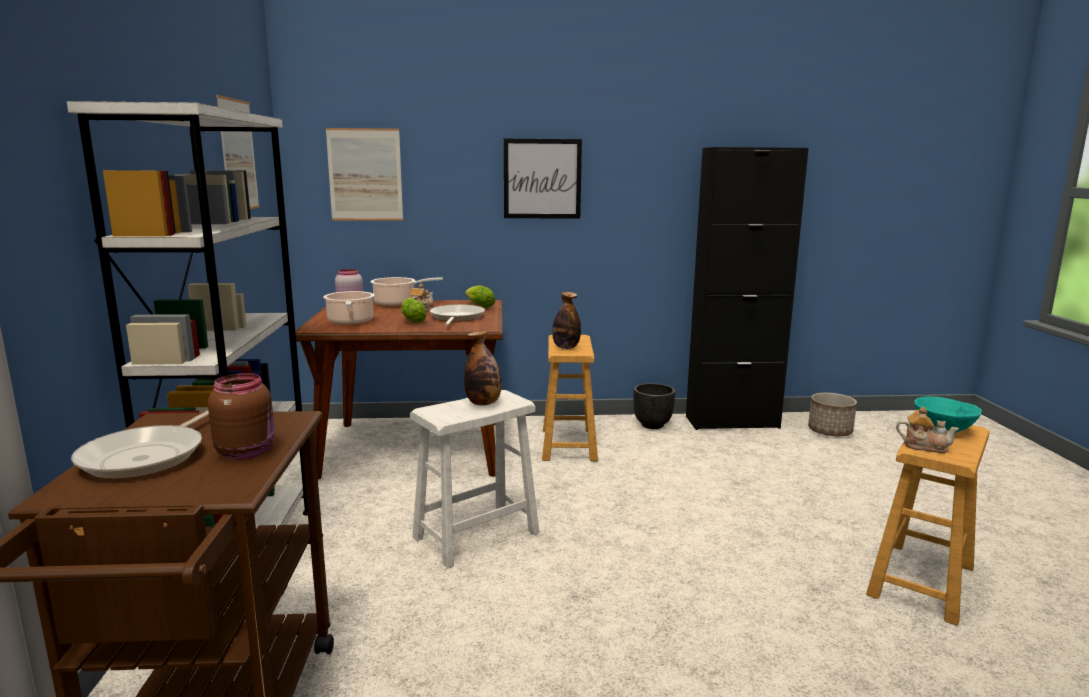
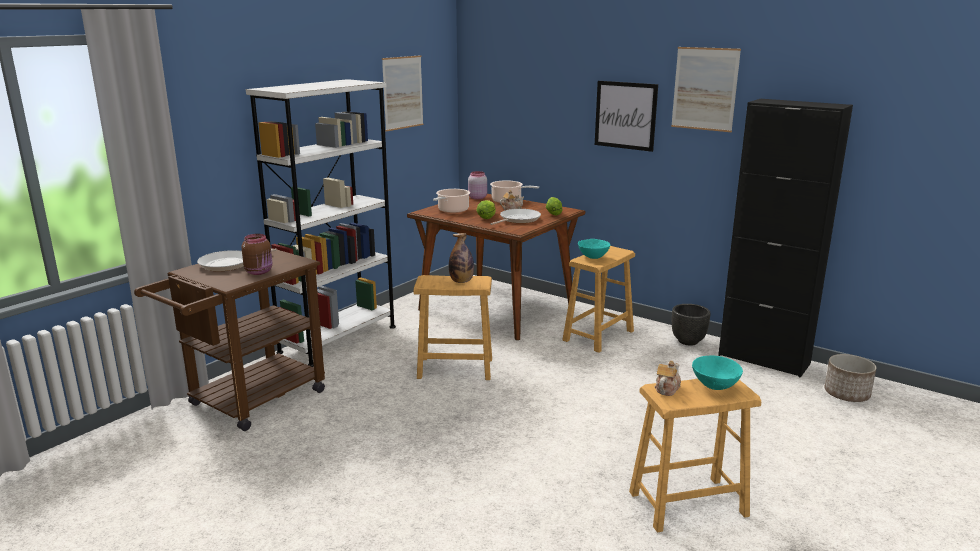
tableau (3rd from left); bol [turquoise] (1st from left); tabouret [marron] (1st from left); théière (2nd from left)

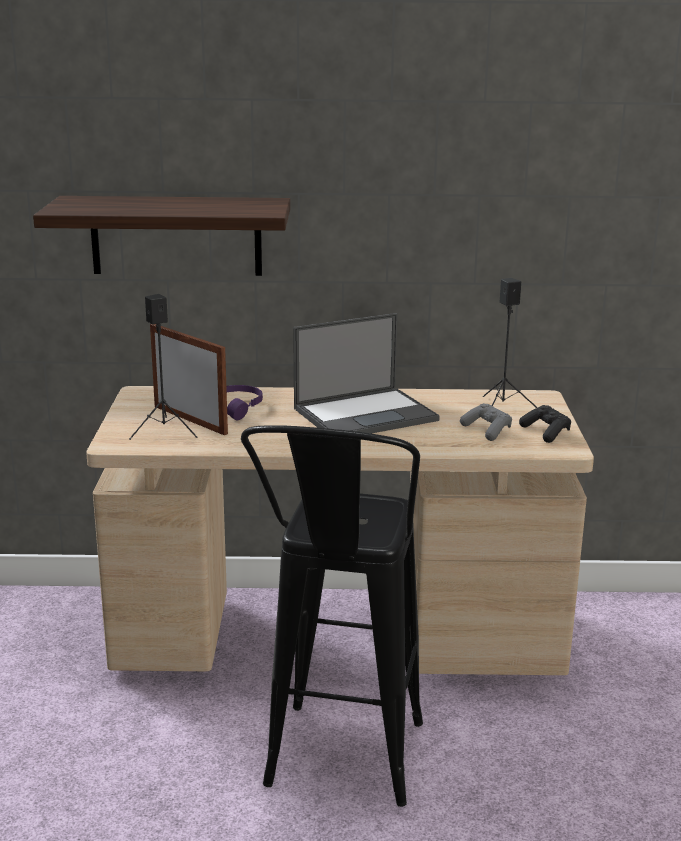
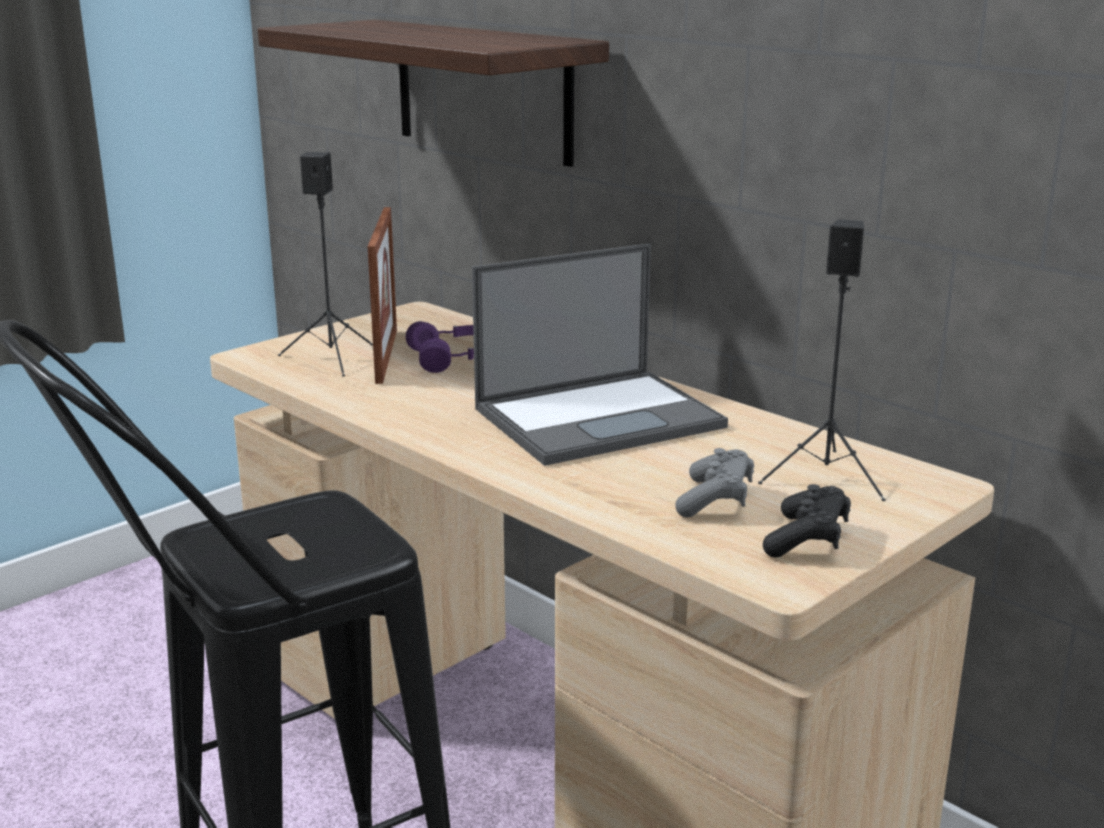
ordinateur portable

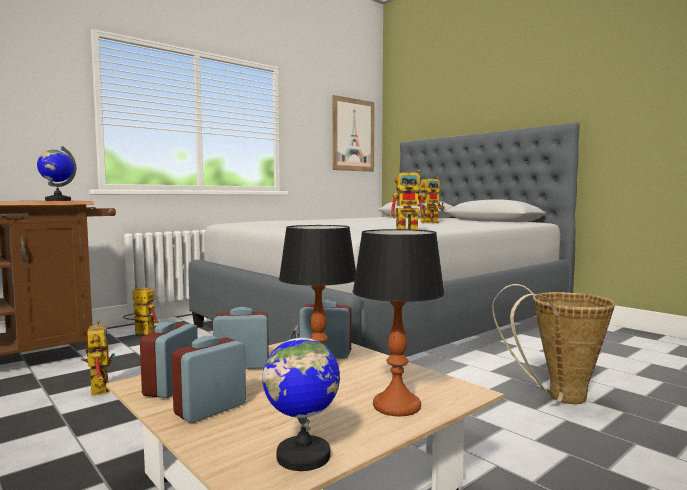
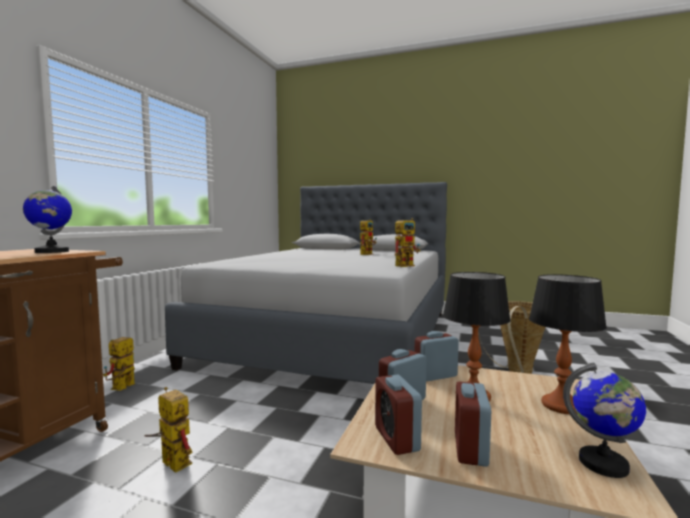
tableau; robot jouet (1st from left)

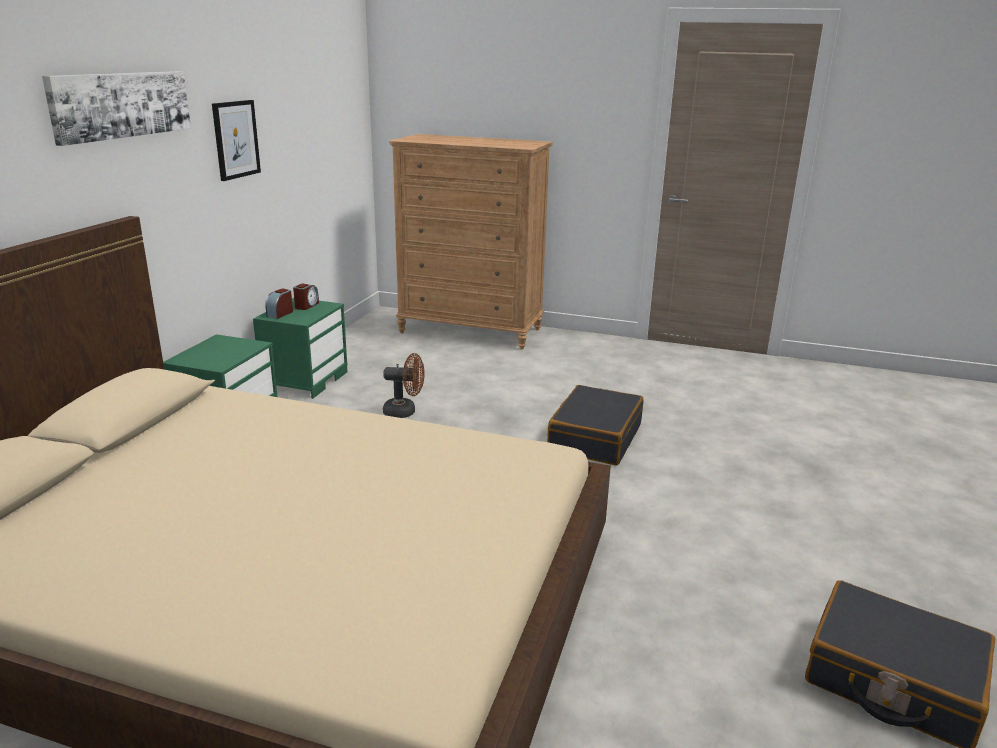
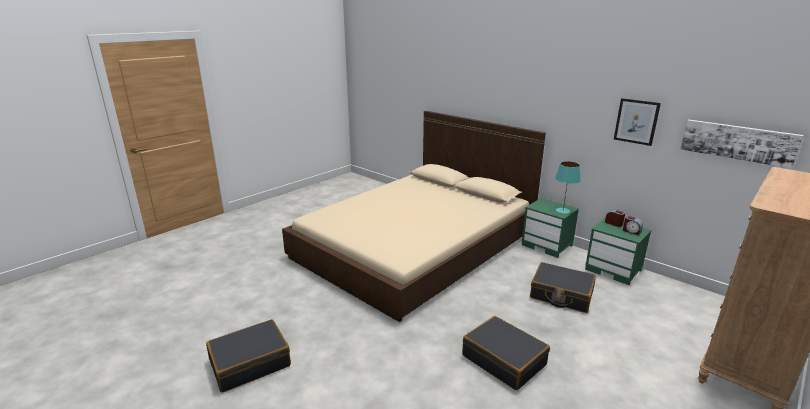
tableau (2nd from left); valise [noir] (3rd from left); lampe de table [turquoise]

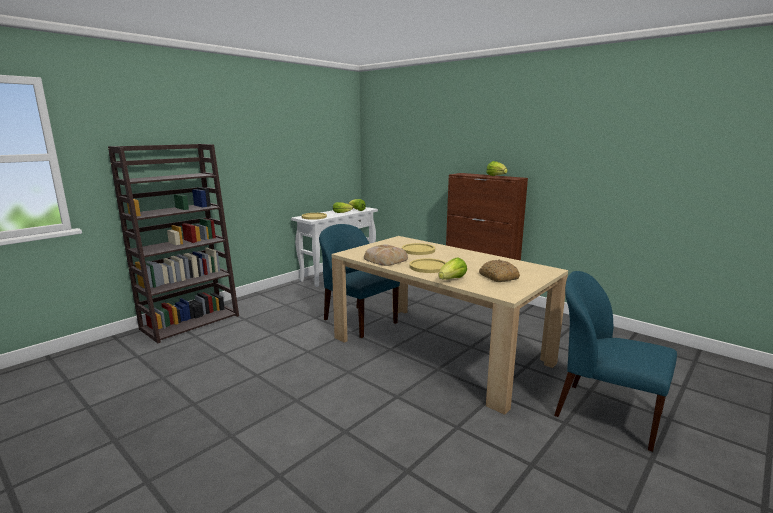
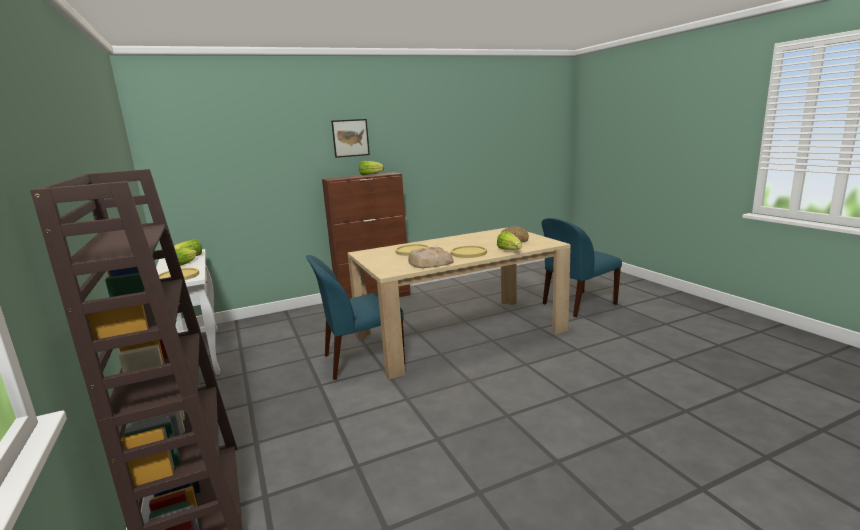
tableau

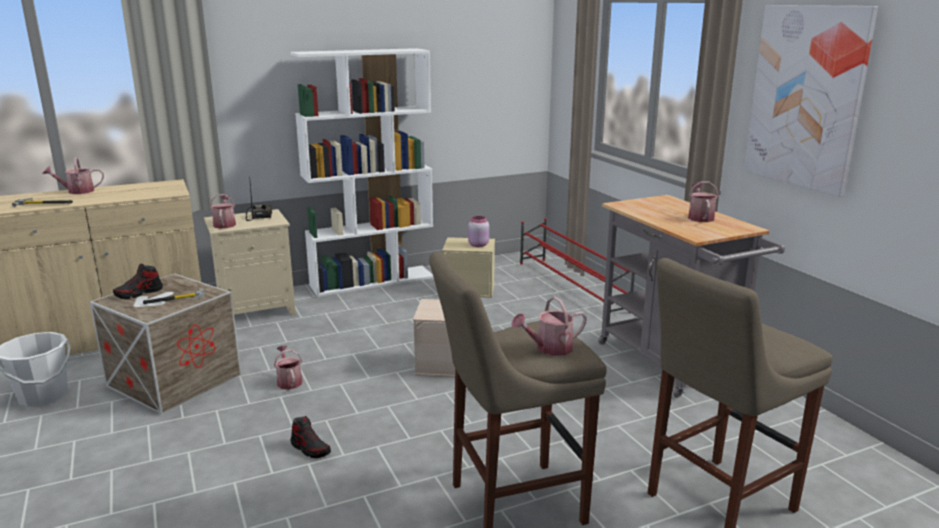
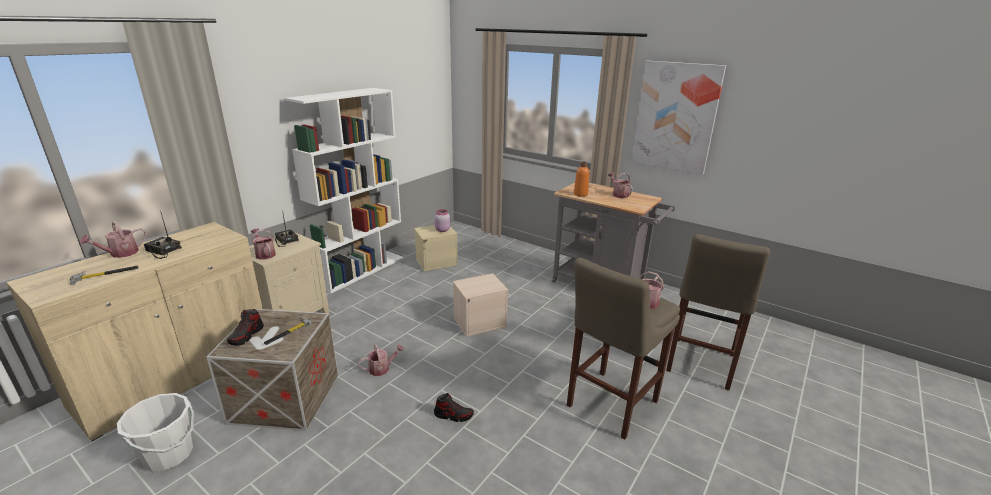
étagère à chaussures [rouge]; arrosoir (3rd from left); bouteille [orange]; radio (1st from left)

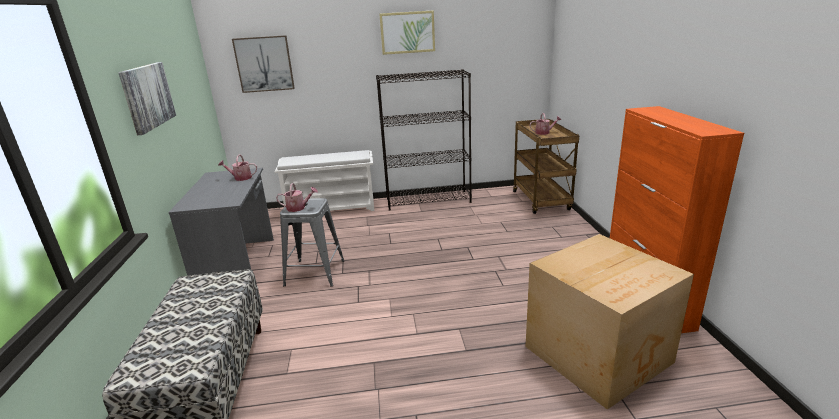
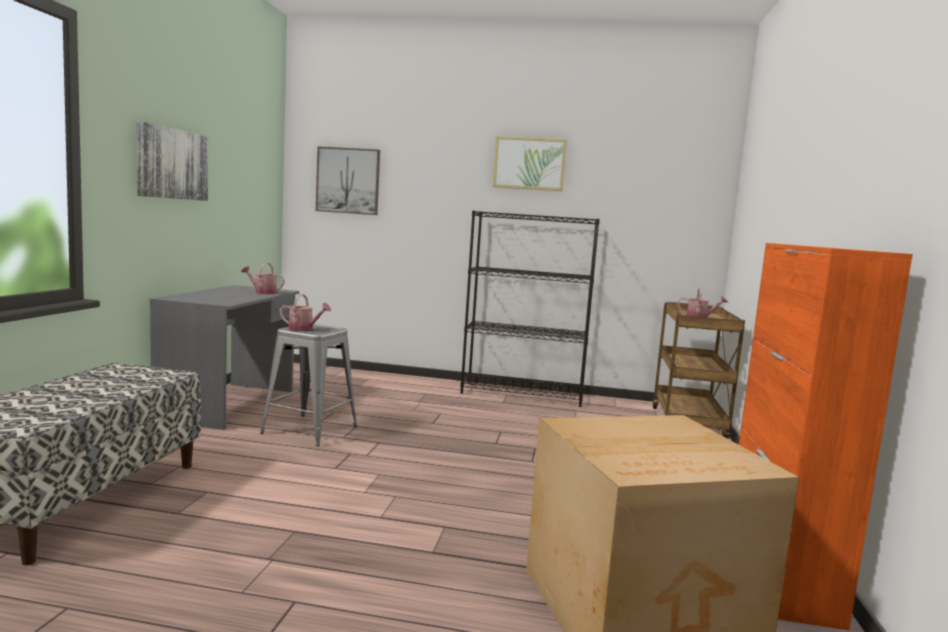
étagère à chaussures [blanc]

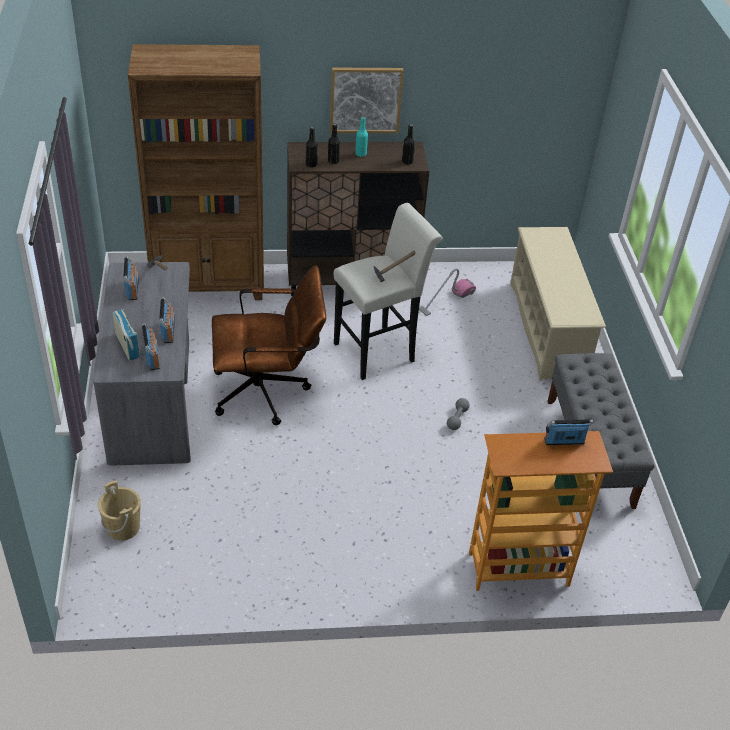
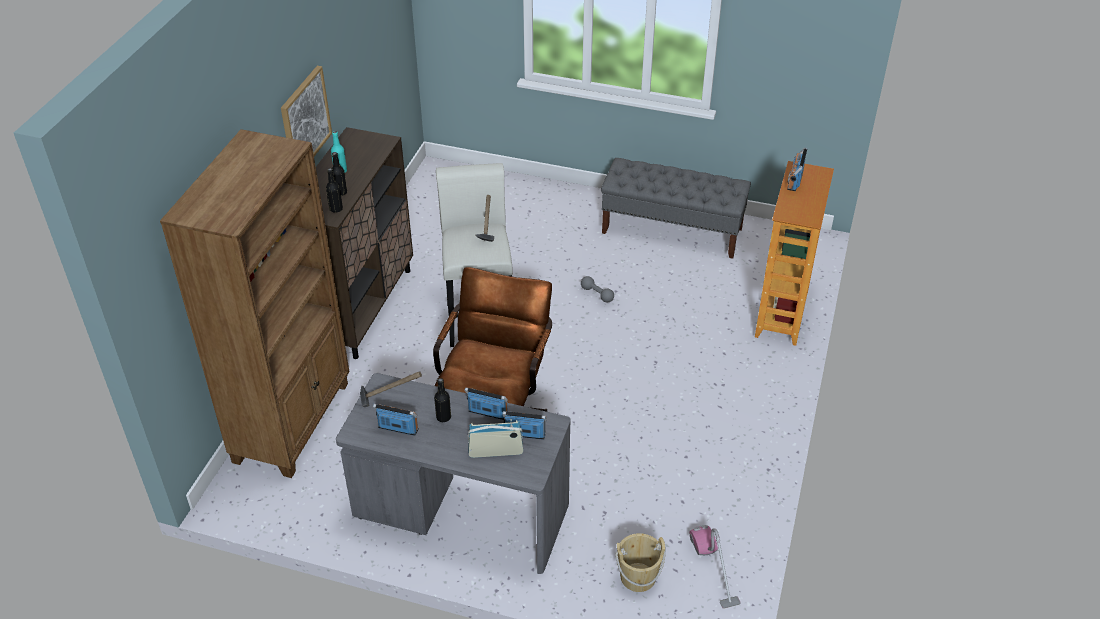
bouteille [noir] (3rd from left); étagère à chaussures [beige]; aspirateur

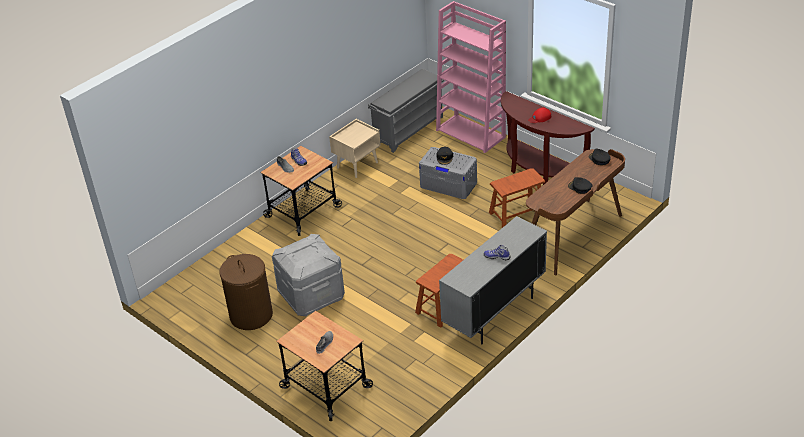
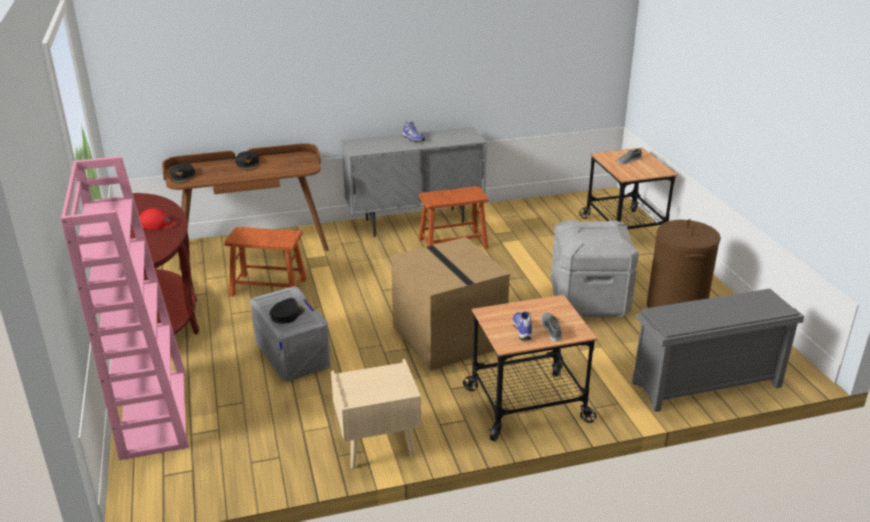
étagère à chaussures [gris]; carton

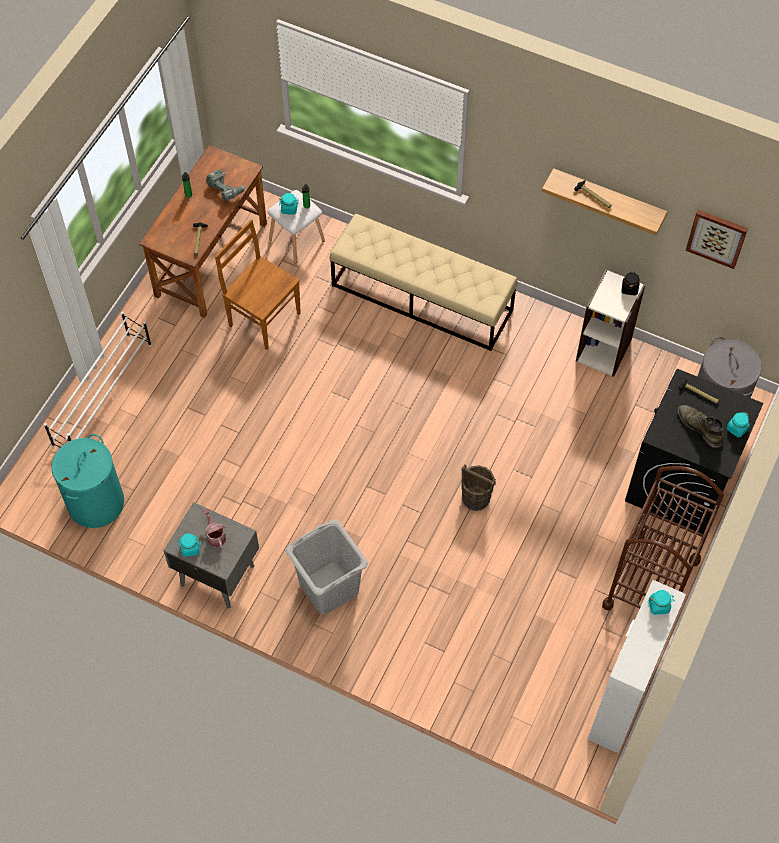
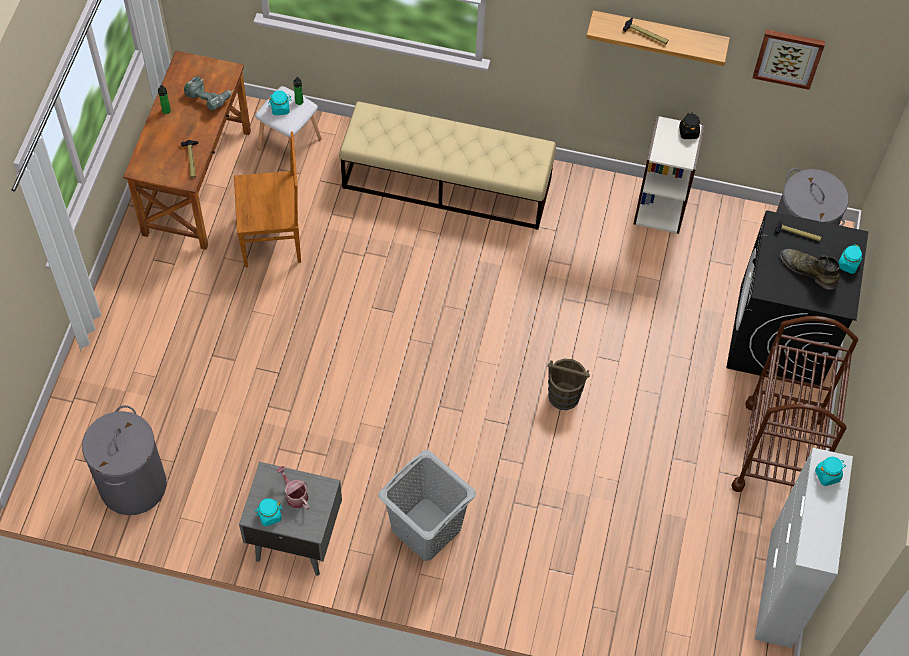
chaise [marron]; étagère à chaussures [blanc]; panier à linge [gris] (1st from left)

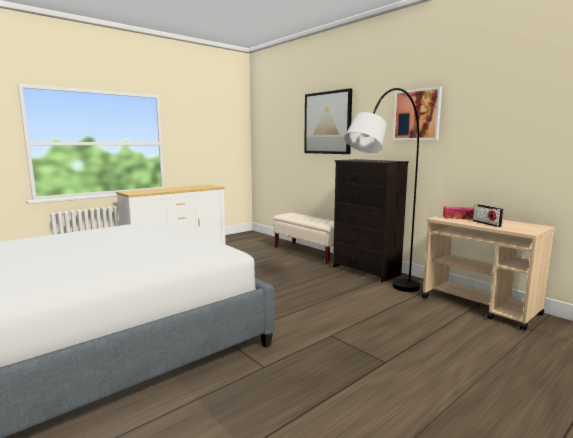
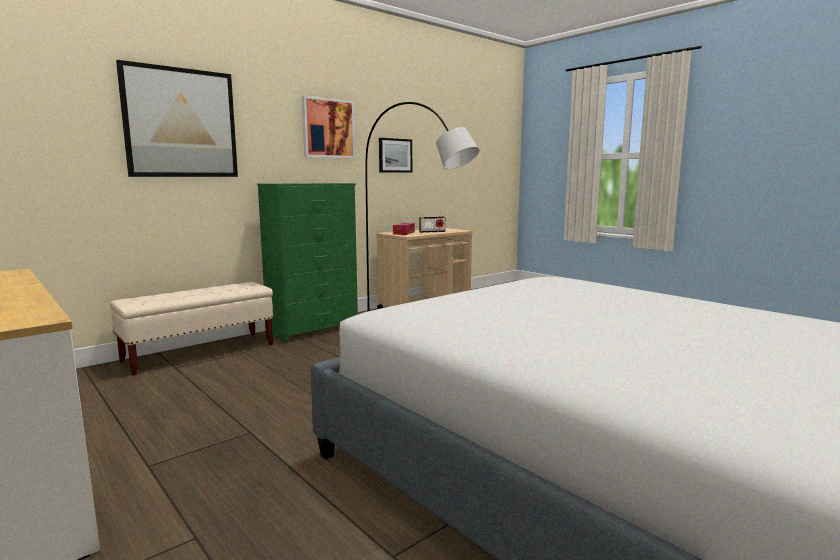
commode [vert]; tableau (3rd from left)

